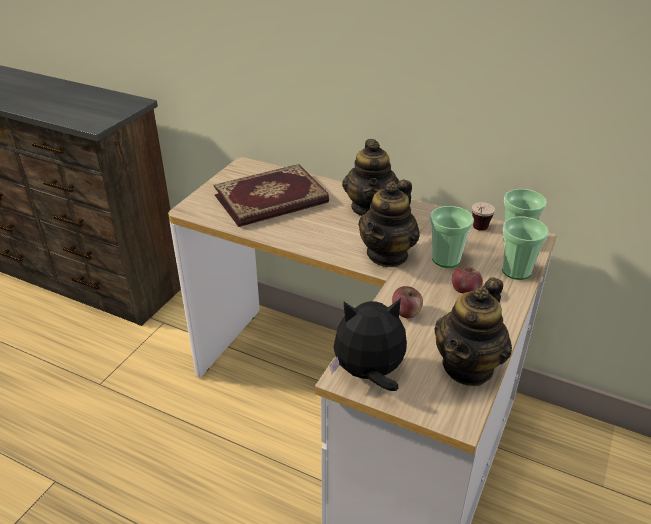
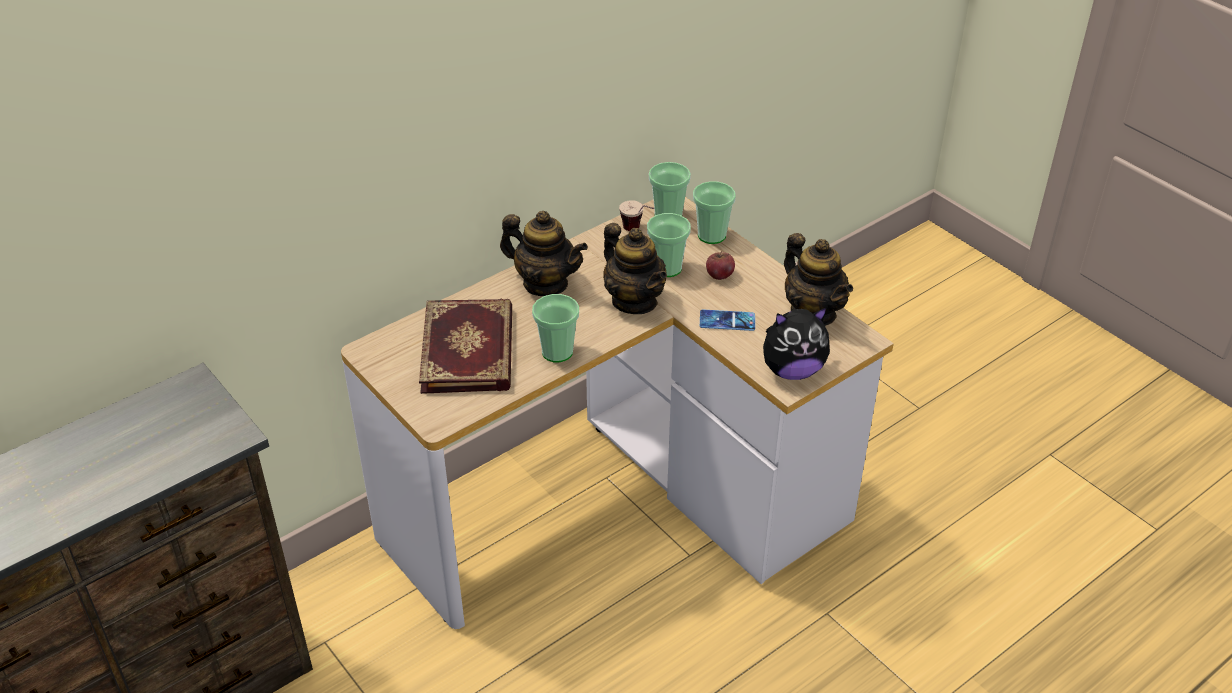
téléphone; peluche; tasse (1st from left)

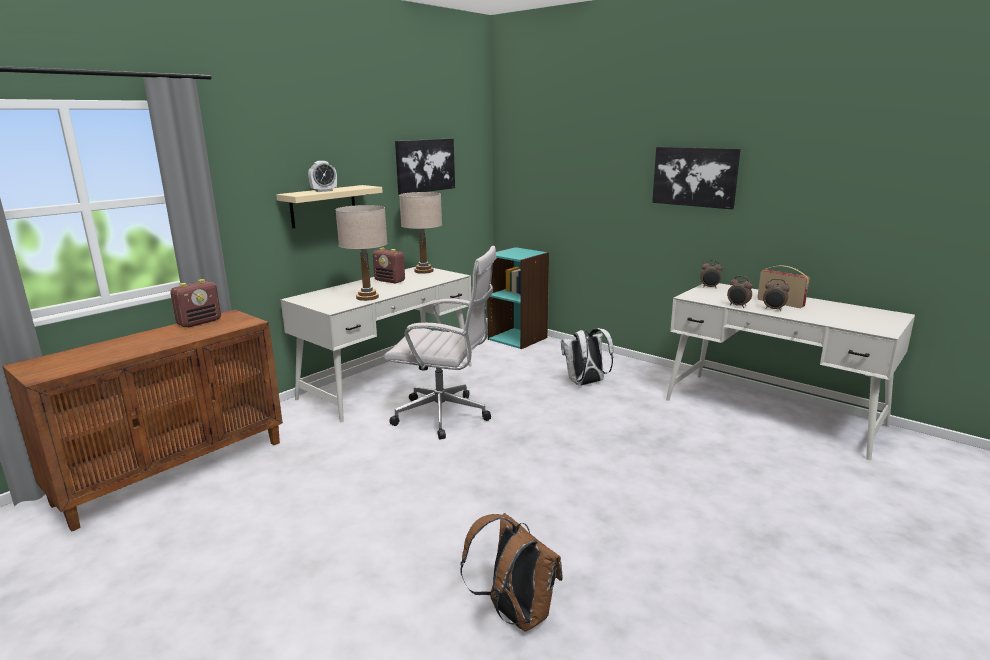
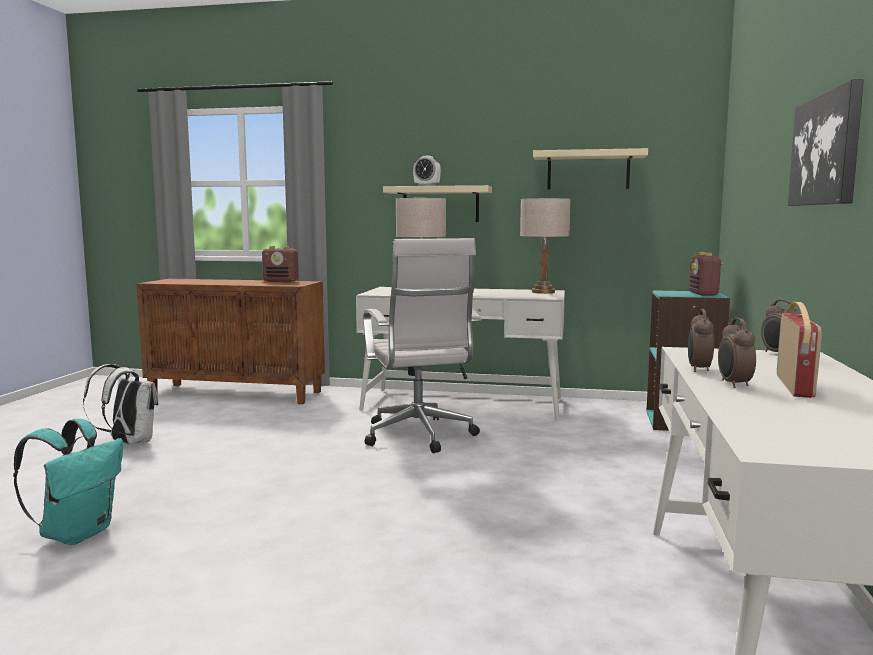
étagère [beige] (2nd from left); radio (2nd from left); sac à dos [blanc]; sac à dos [turquoise]

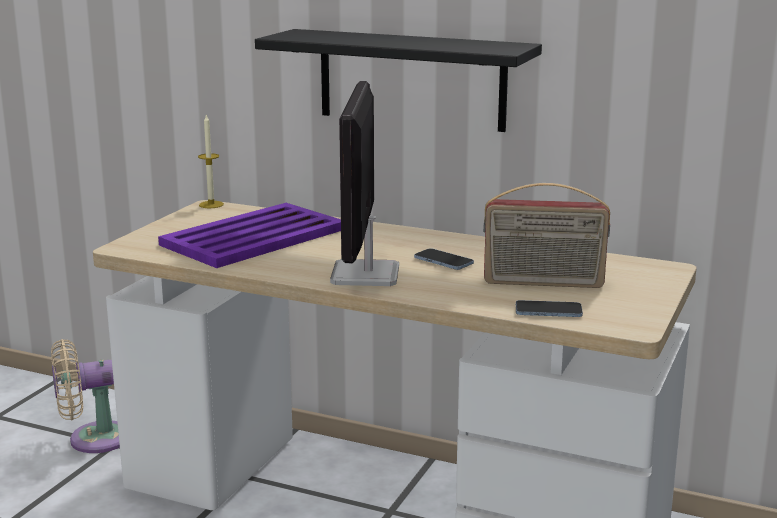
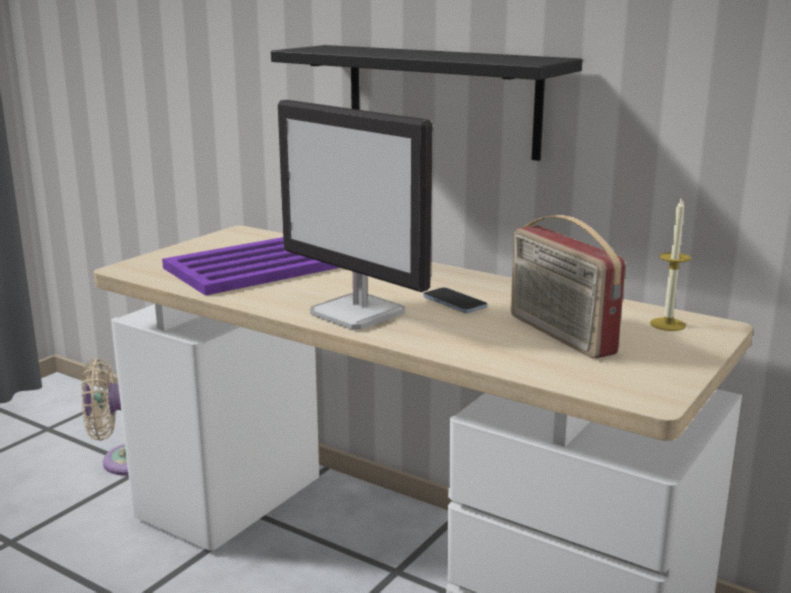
écran d'ordinateur; bougie; radio; téléphone (2nd from left in the first image)

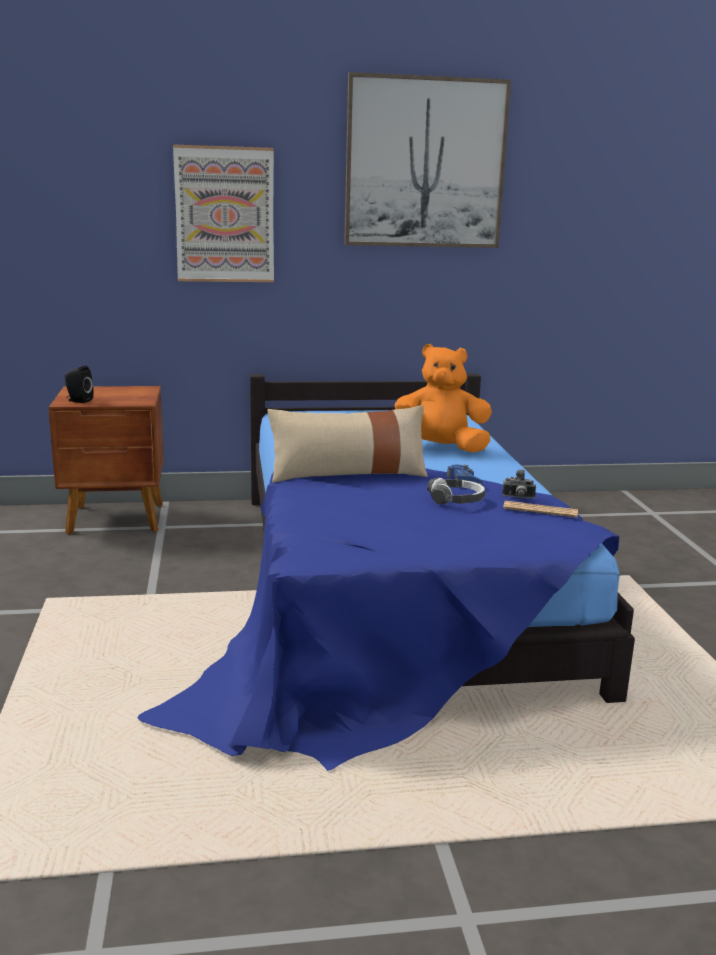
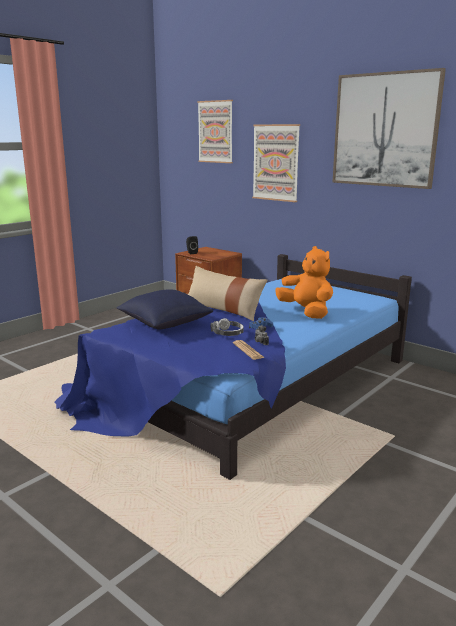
tableau (1st from left); coussin [bleu]

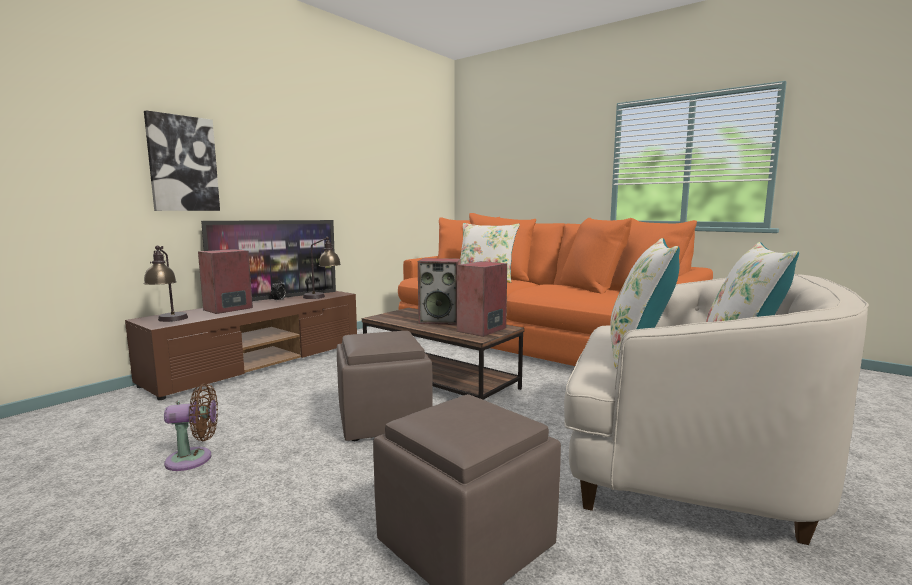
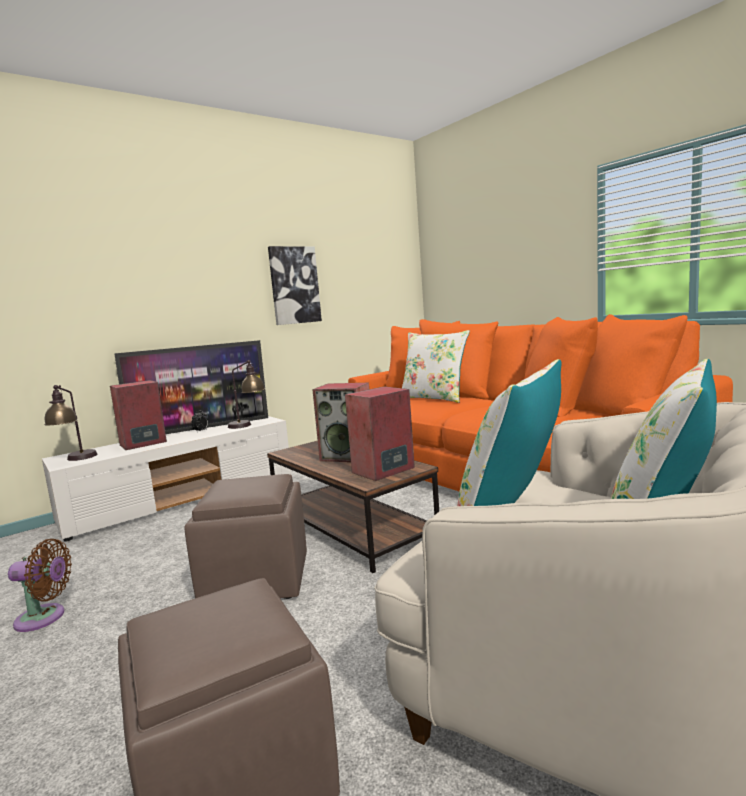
tableau; meuble télé [blanc]

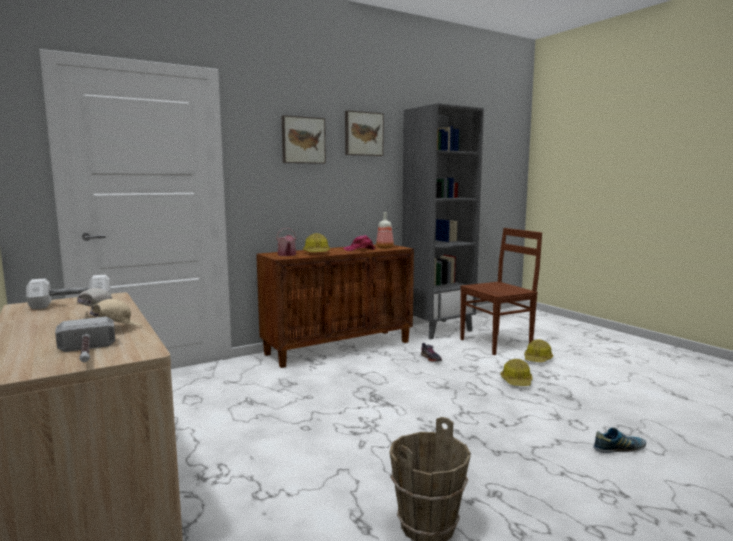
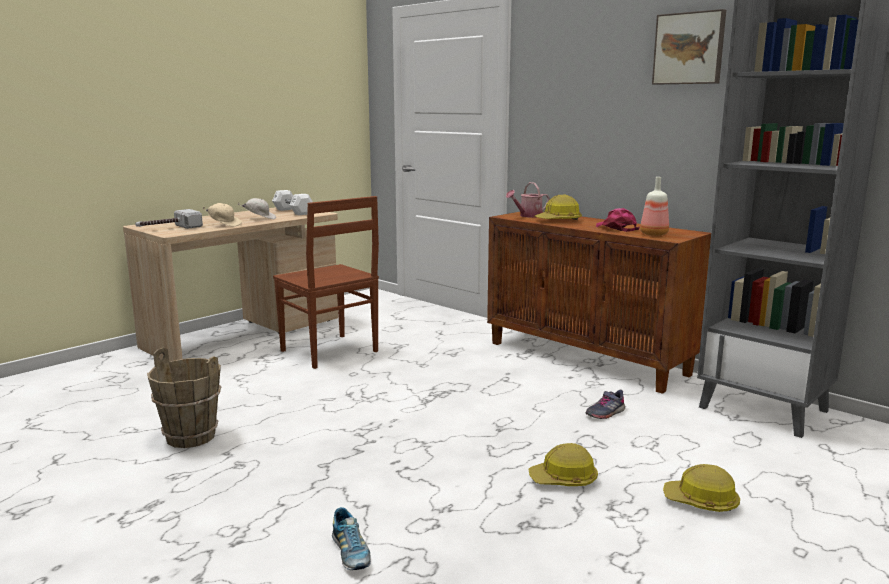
tableau (1st from left in the first image); chaise [marron]

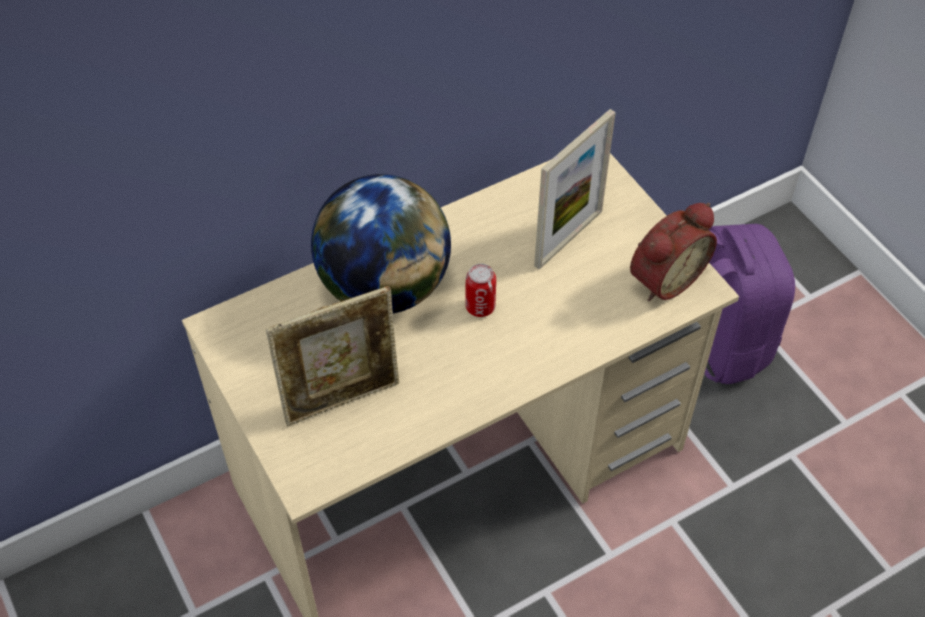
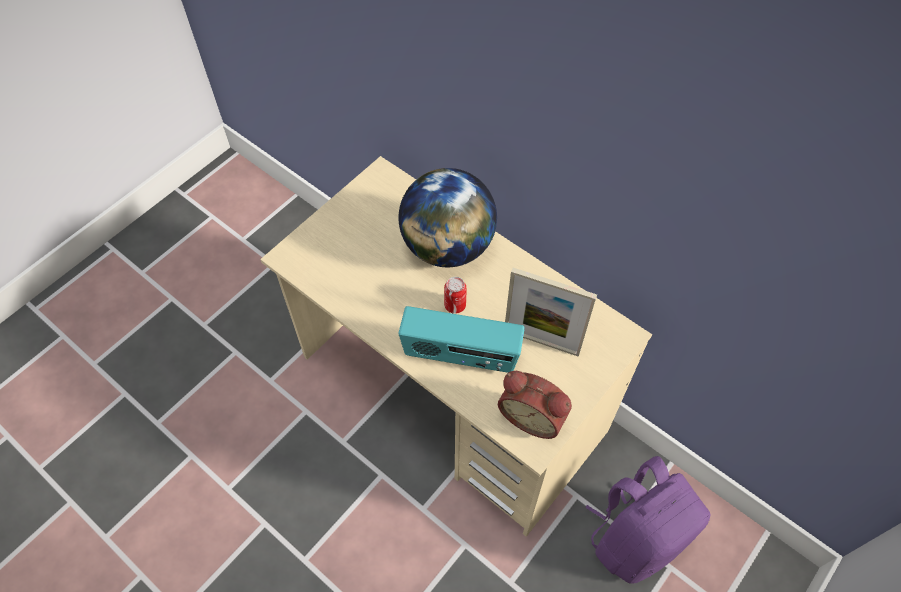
cadre photo (1st from left in the first image); radio

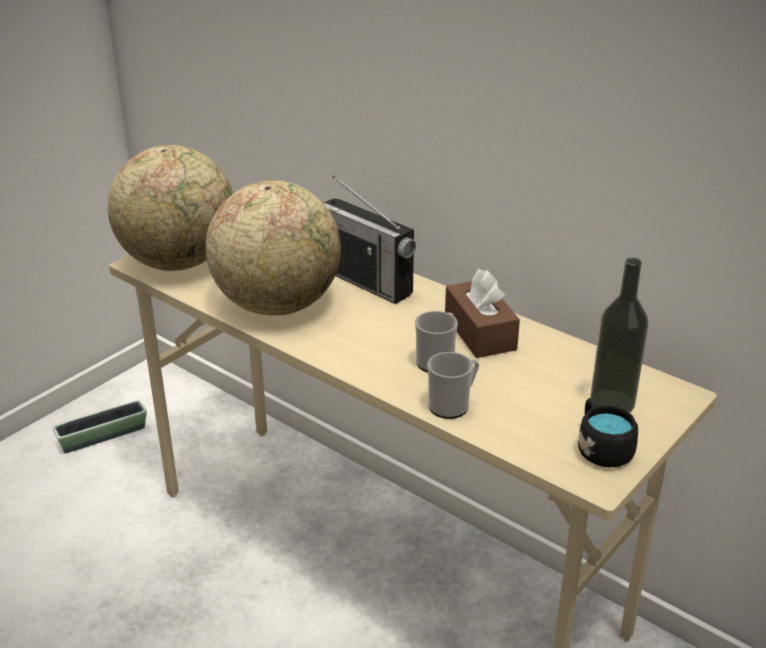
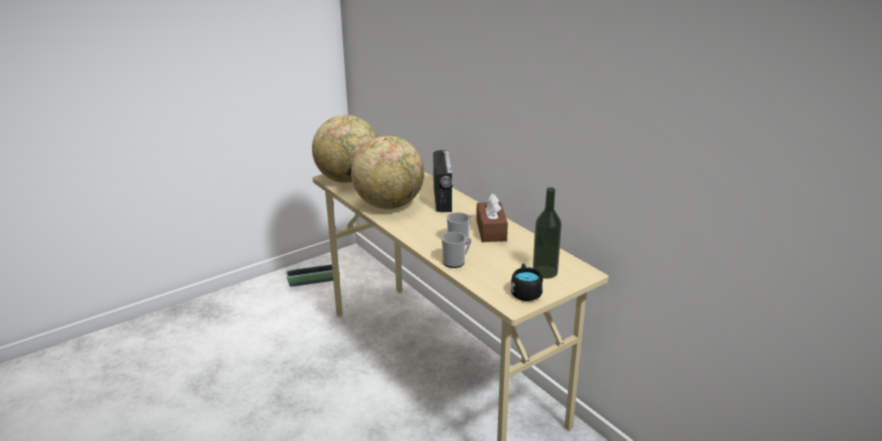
radio

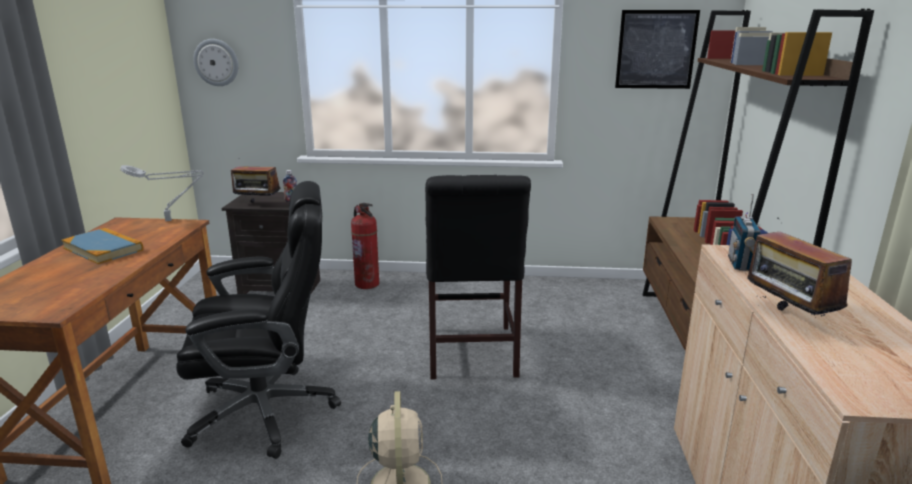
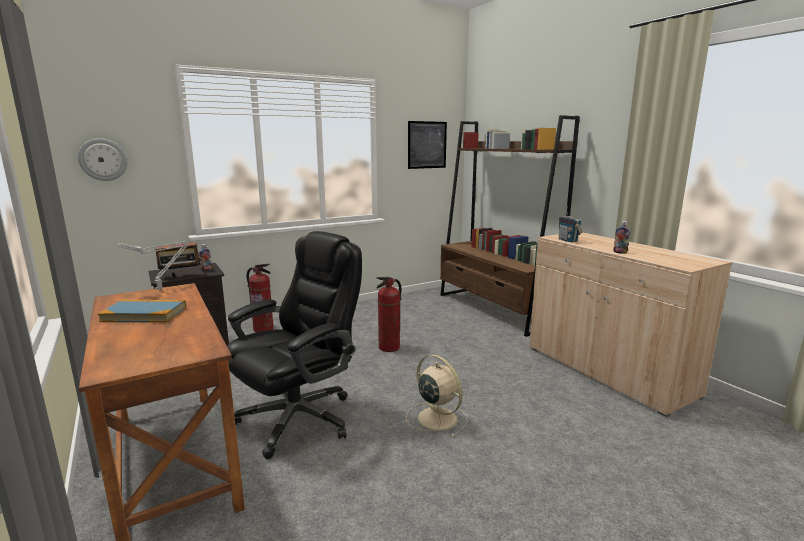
extincteur (2nd from left); bouteille (2nd from left)

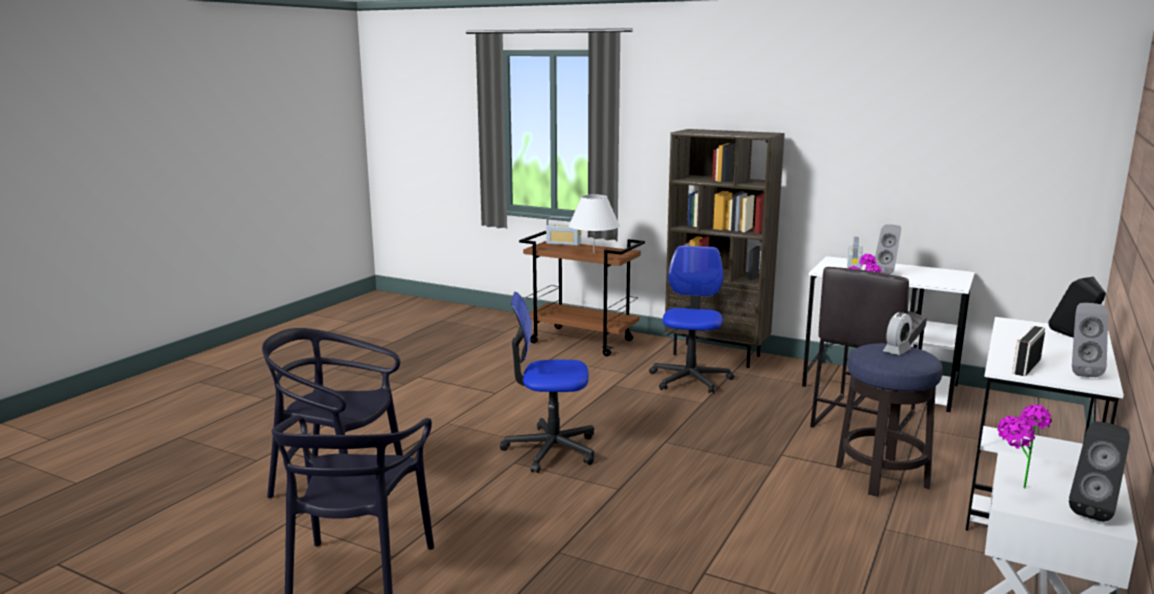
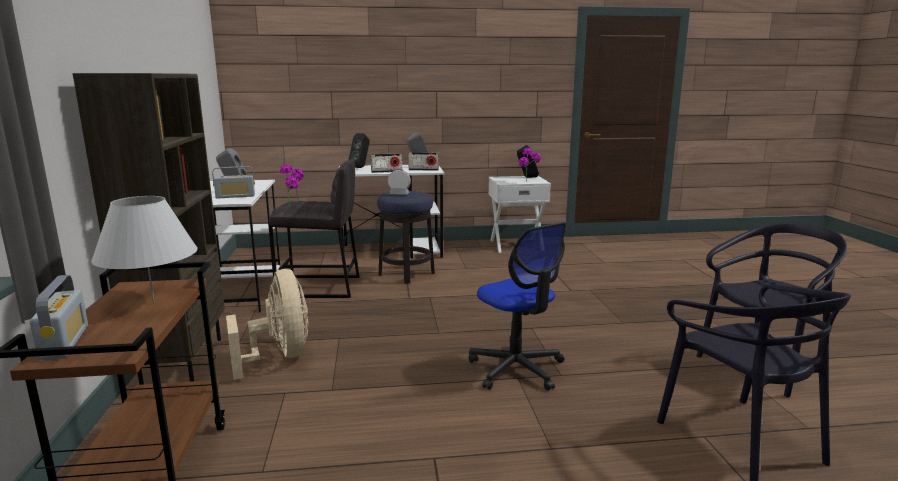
ventilateur [beige]; radio (3rd from left)

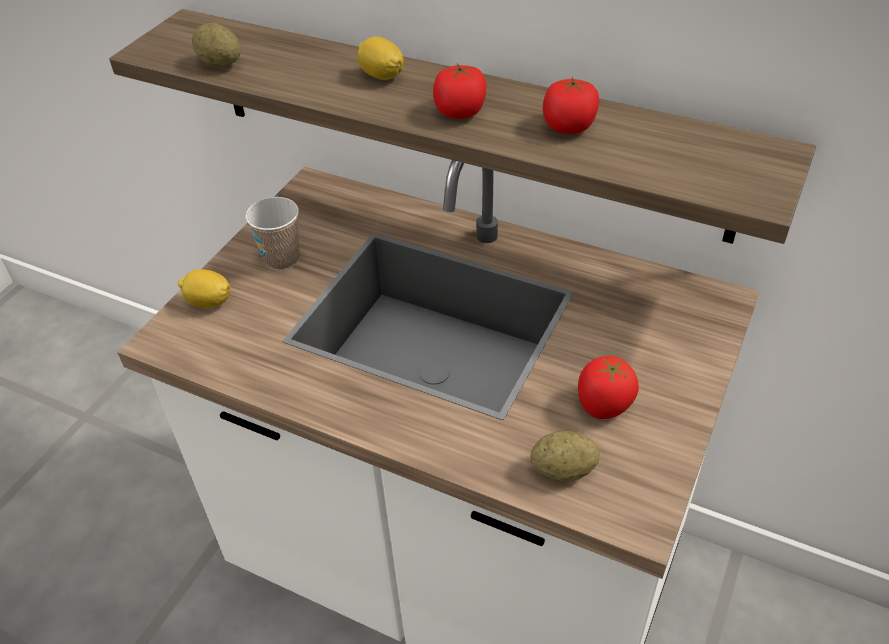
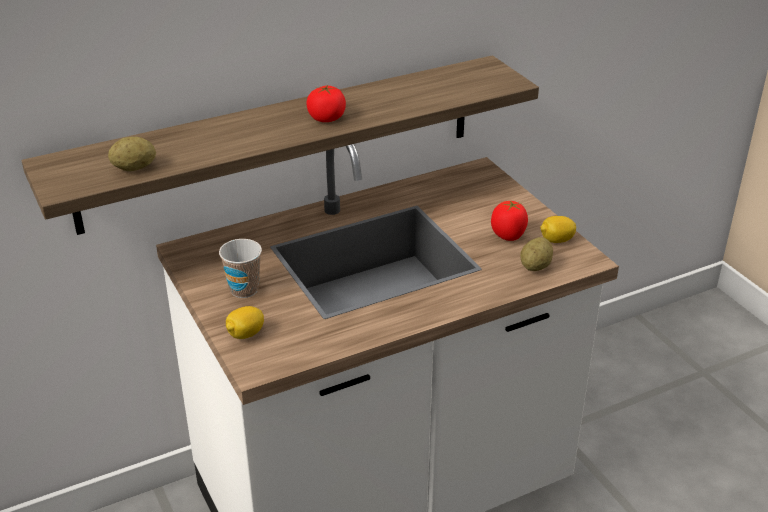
citron (2nd from left); tomate (2nd from left in the first image)

